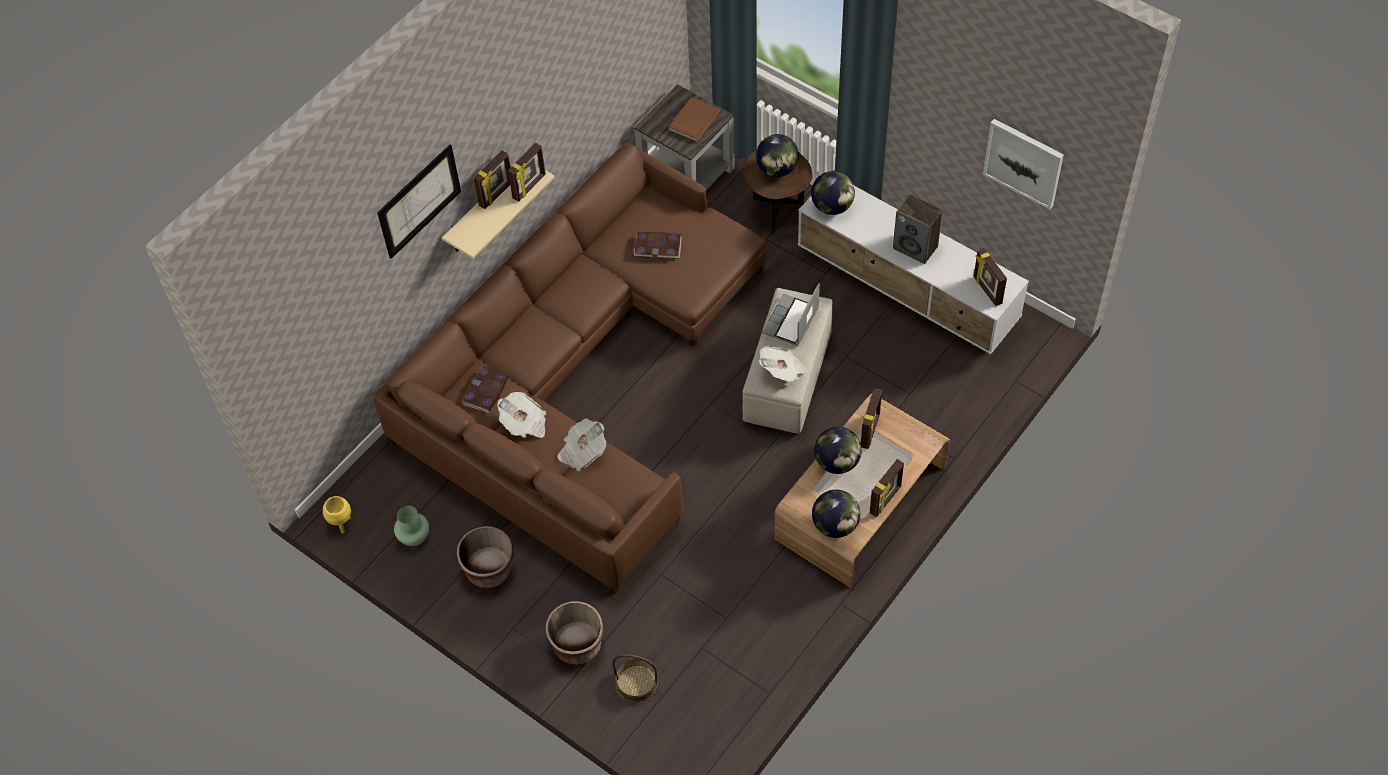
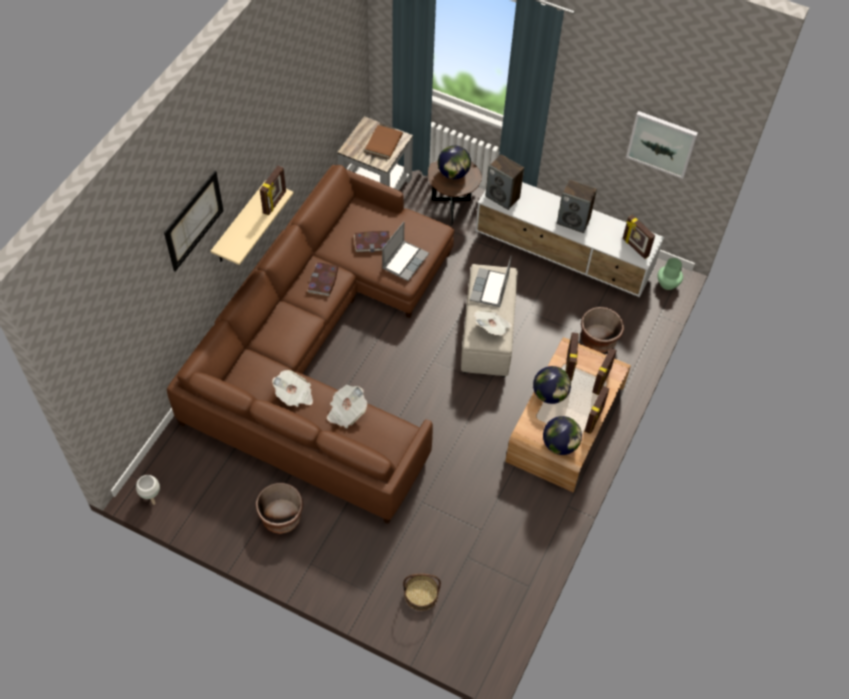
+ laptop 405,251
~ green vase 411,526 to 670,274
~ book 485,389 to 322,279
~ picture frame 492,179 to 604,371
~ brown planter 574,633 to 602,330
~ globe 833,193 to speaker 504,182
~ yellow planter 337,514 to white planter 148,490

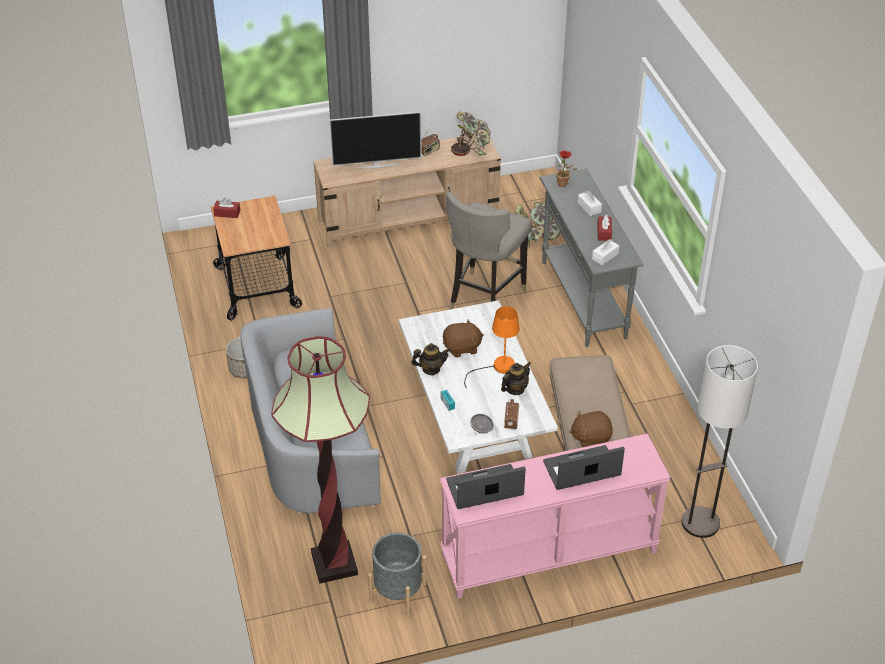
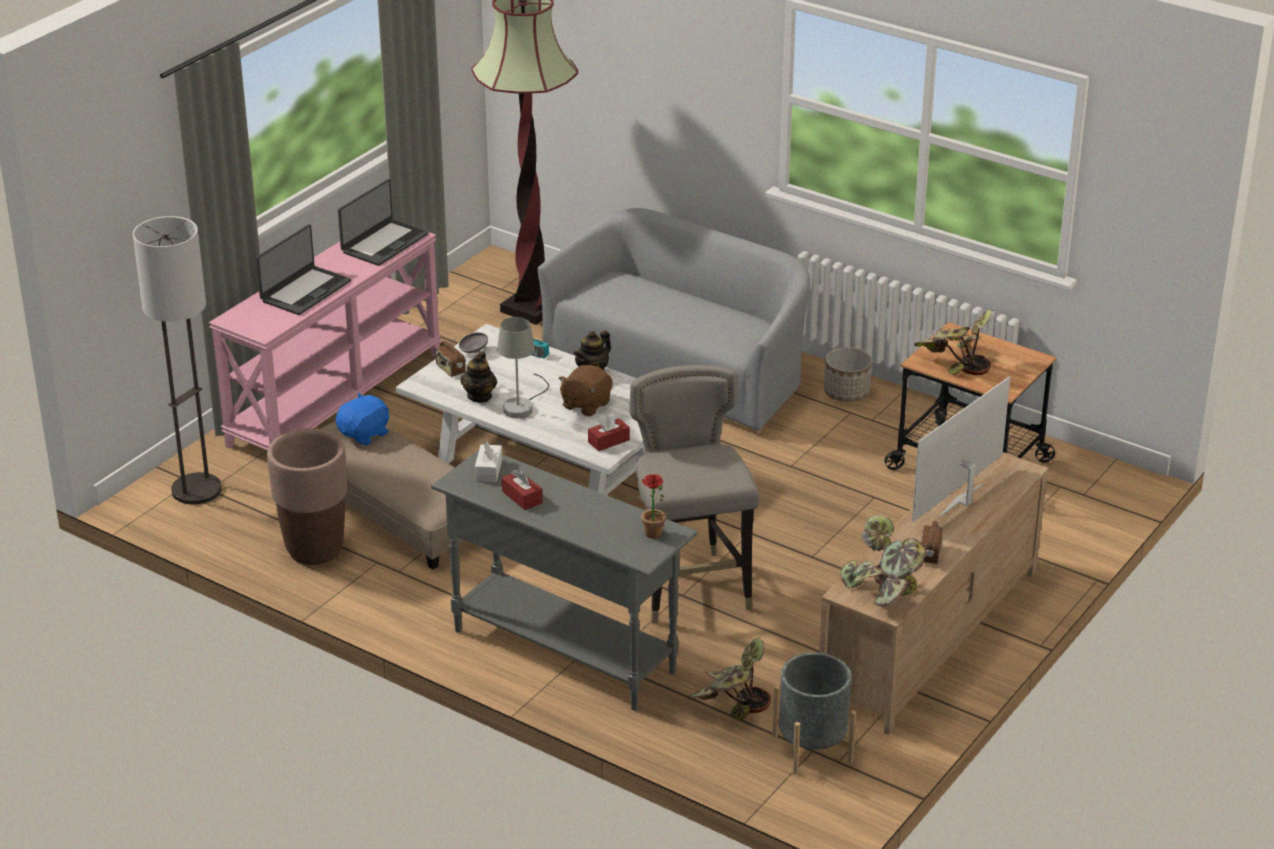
- white tissue box 590,203
+ brown planter 307,497
+ potted plant 953,342
~ red tissue box 226,208 to 609,432
~ grey planter 397,574 to 814,713
~ orange table lamp 492,347 to grey table lamp 523,367
~ brown plush toy 591,429 to blue plush toy 363,419

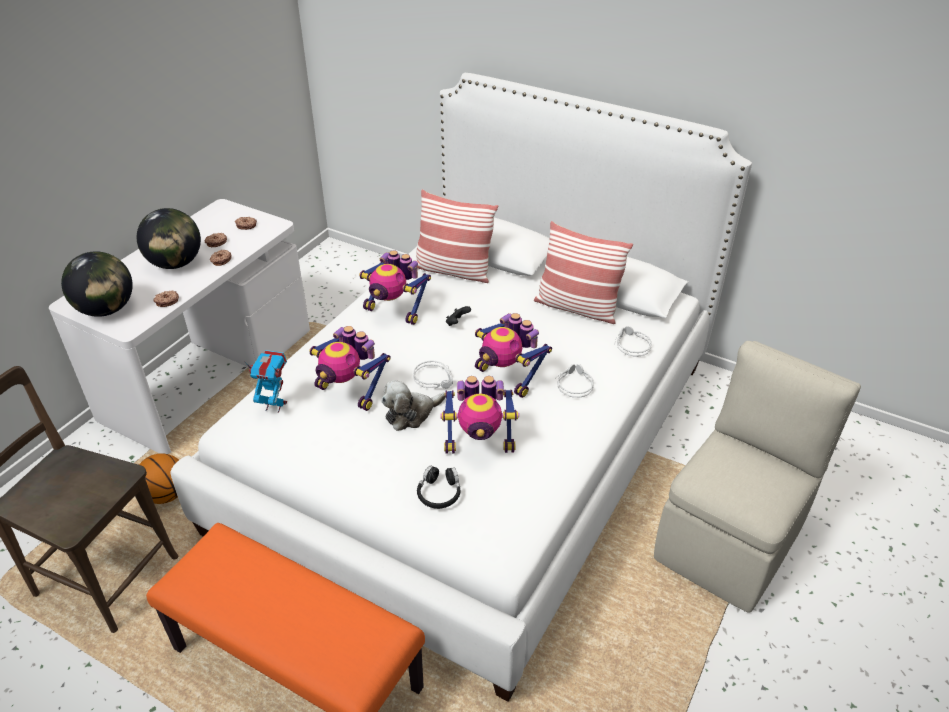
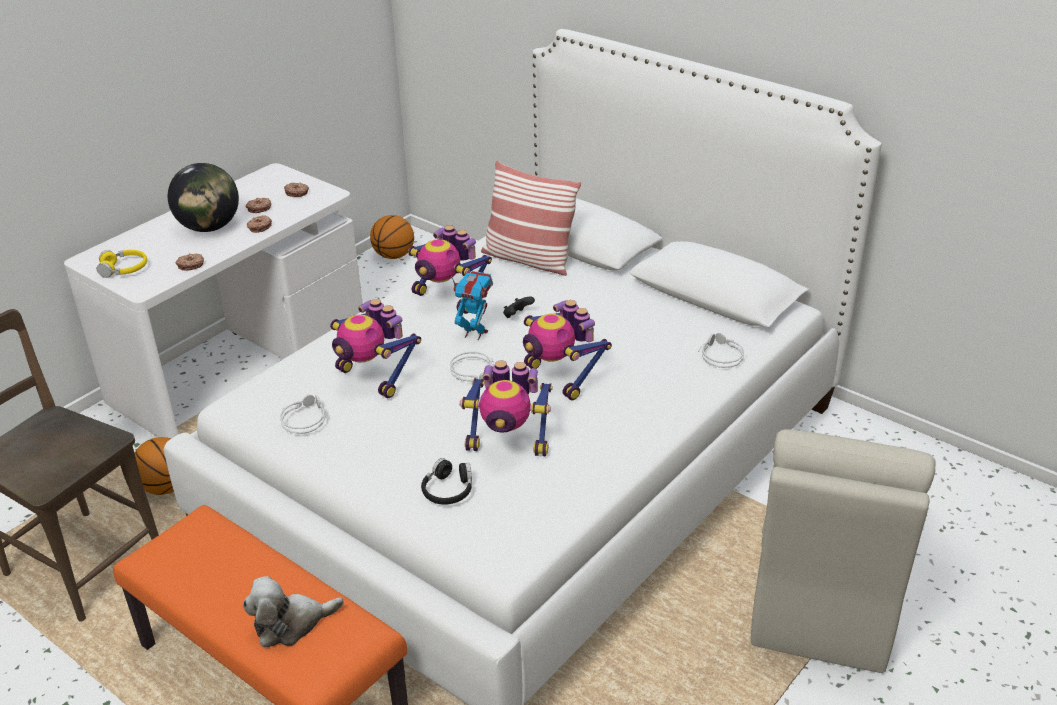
- pillow 583,272
+ basketball 392,237
~ toy robot 266,381 to 472,305
~ plush toy 413,405 to 293,611
~ grey headphones 574,381 to 303,414
~ globe 97,284 to yellow headphones 122,264
~ beige chair 757,477 = 843,551 150 degrees clockwise

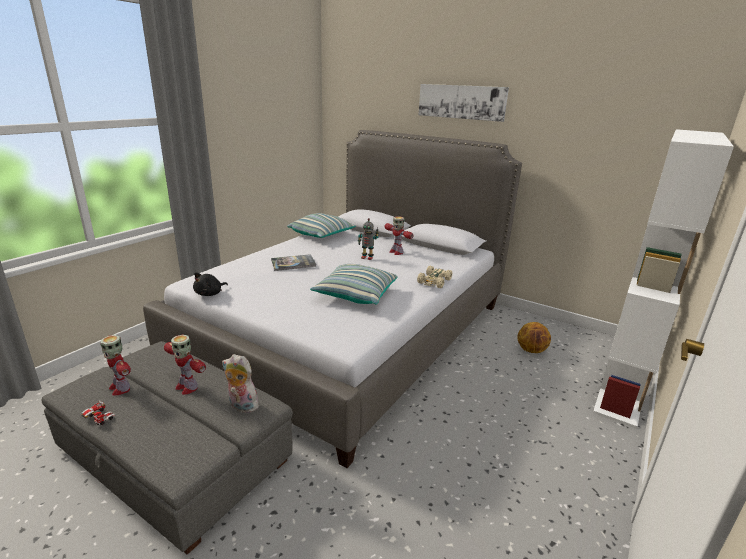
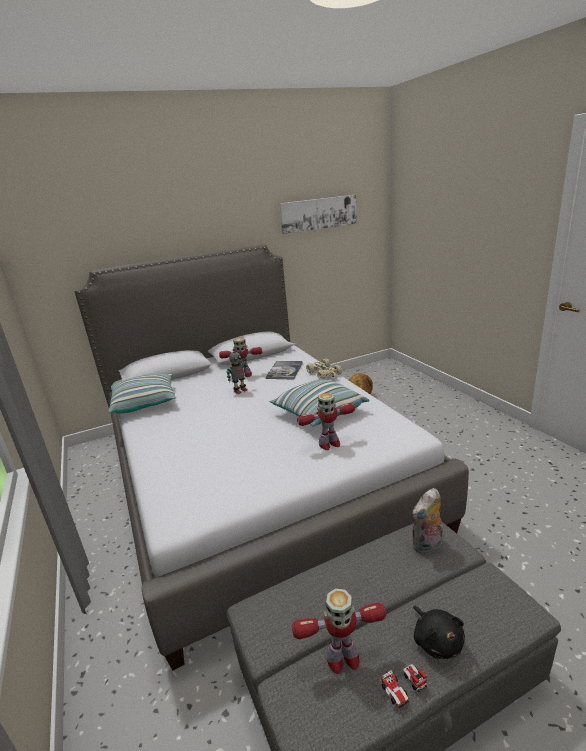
- white bookcase 663,279
~ toy robot 185,365 to 326,421
~ black plush toy 210,284 to 439,632
~ book 293,262 to 284,370
~ picture 463,103 to 318,214

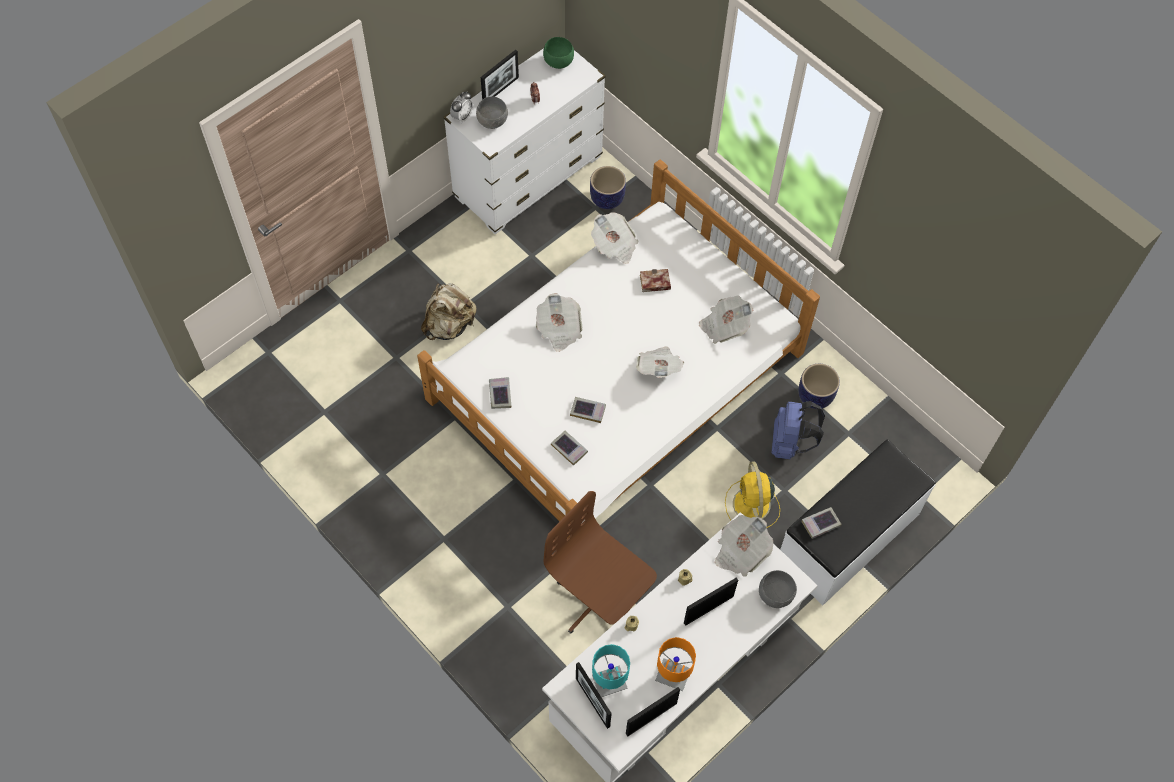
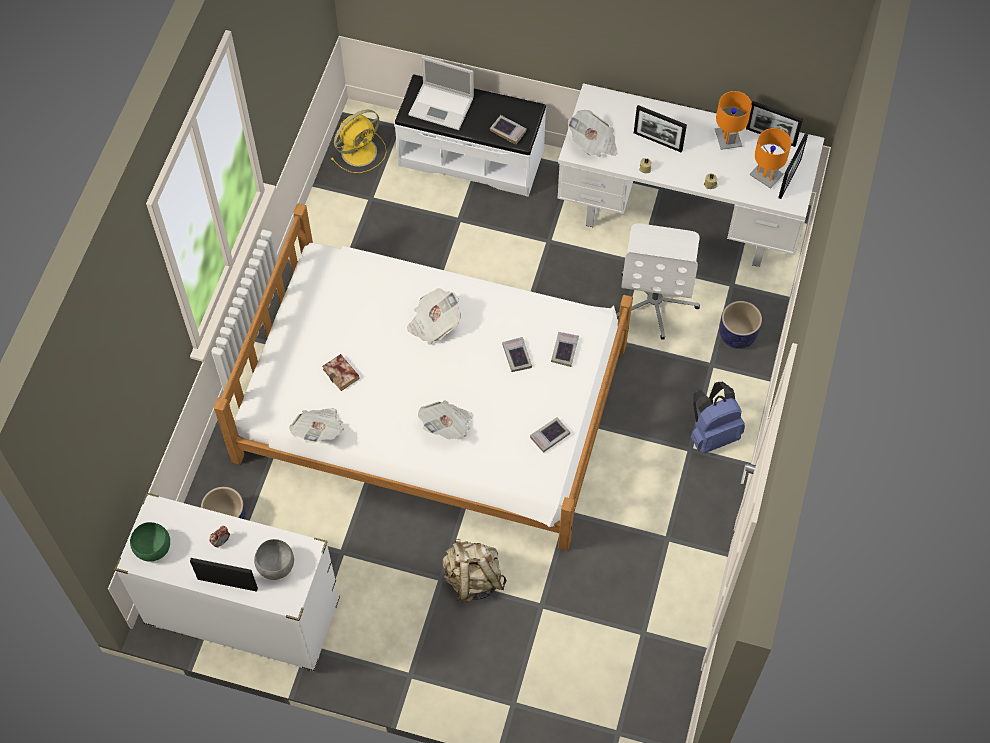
- alarm clock 461,107
- newspaper 726,319
- grey bowl 778,589
+ laptop 441,93
~ yellow fan 752,494 to 359,141
~ blue backpack 798,430 to 718,417
~ planter 819,386 to 740,325
~ brown office chair 600,562 to white office chair 658,281
~ turquoise table lamp 611,670 to orange table lamp 770,158

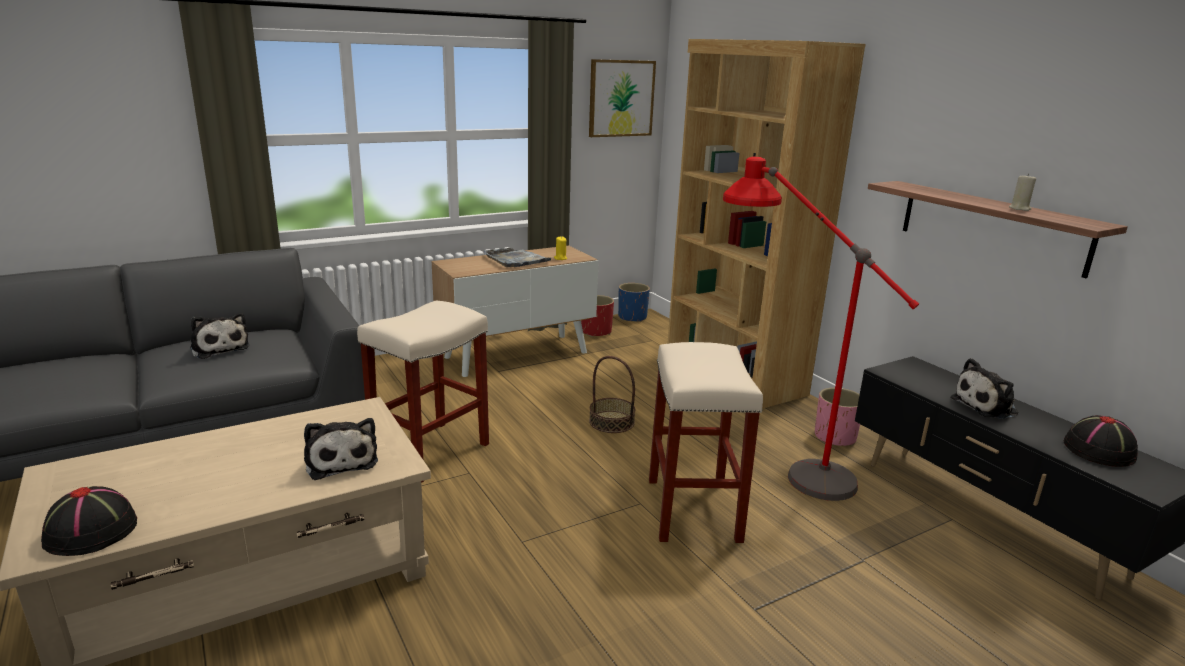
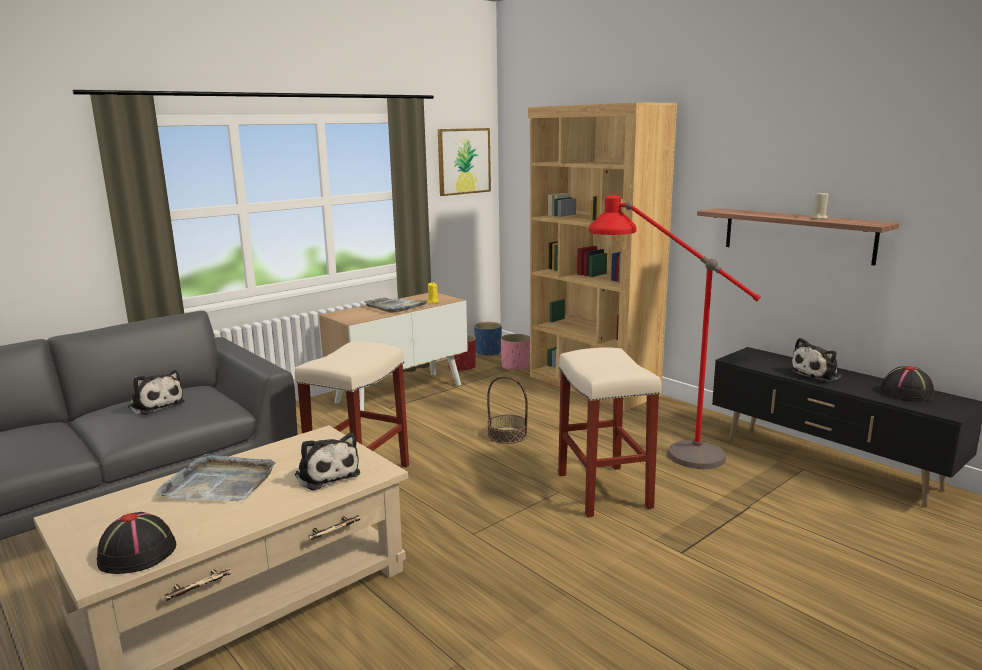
+ grey tray 215,477
~ pink planter 837,417 to 515,352

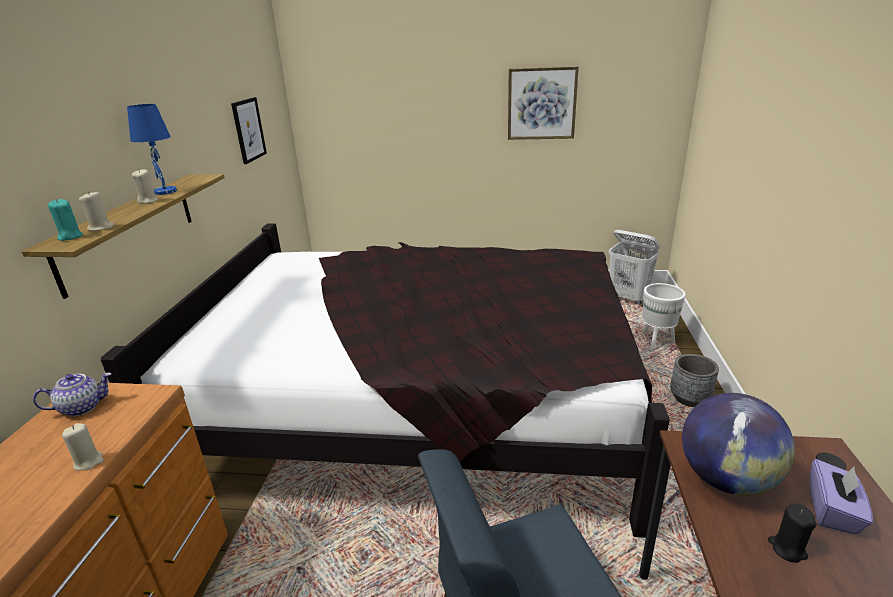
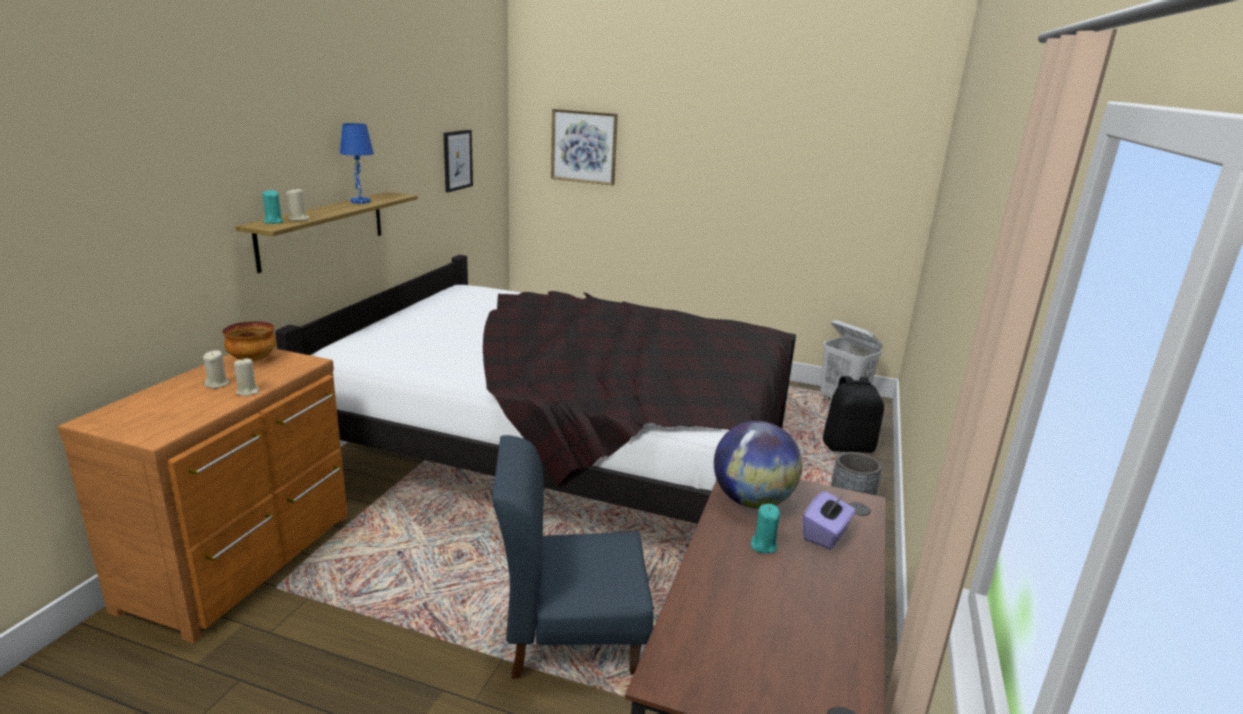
~ beige candle 145,186 to 216,369
~ picture 543,103 to 584,147
~ teapot 72,395 to bowl 249,341
~ white planter 664,316 to black backpack 853,414
~ black candle 792,533 to turquoise candle 765,529

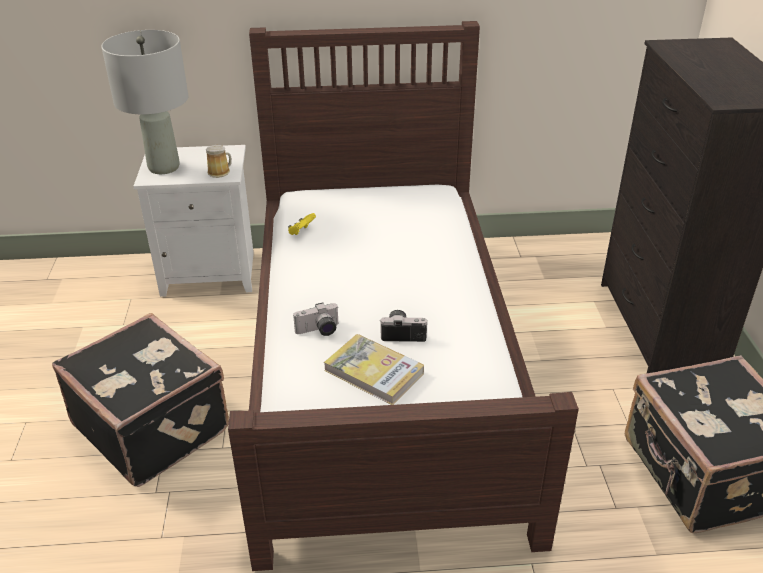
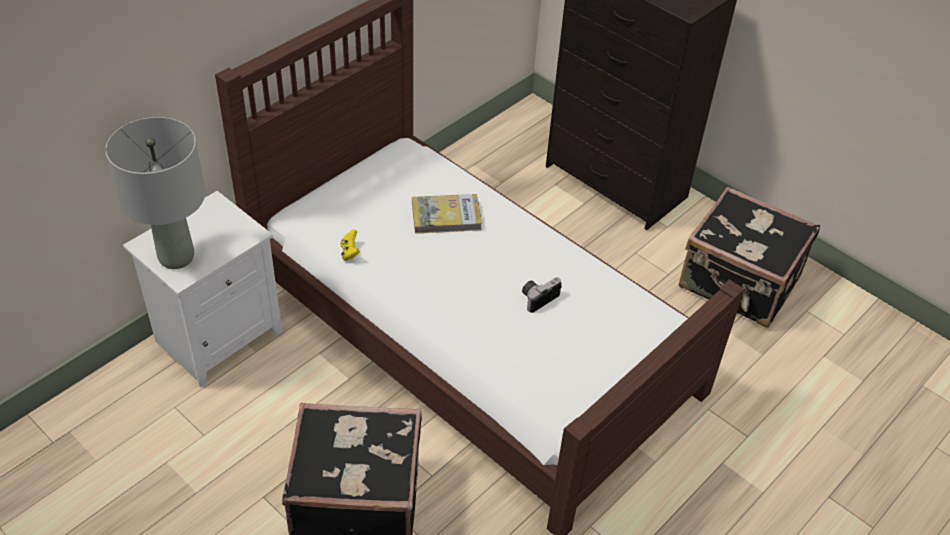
- mug 219,161
- photo camera 315,319
~ book 374,369 to 447,214

